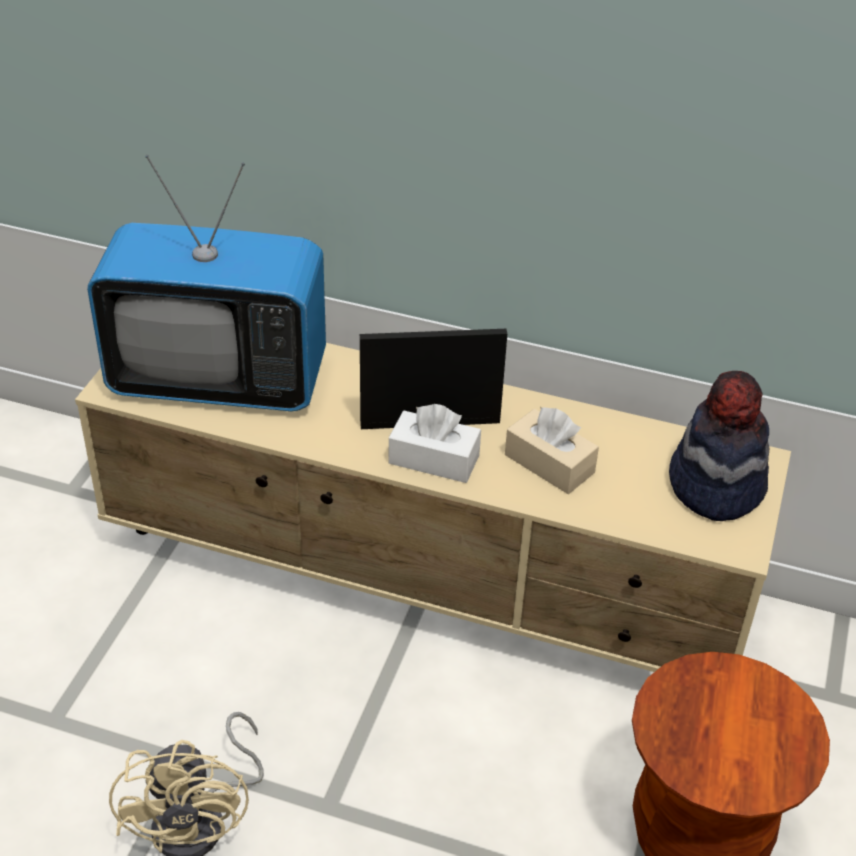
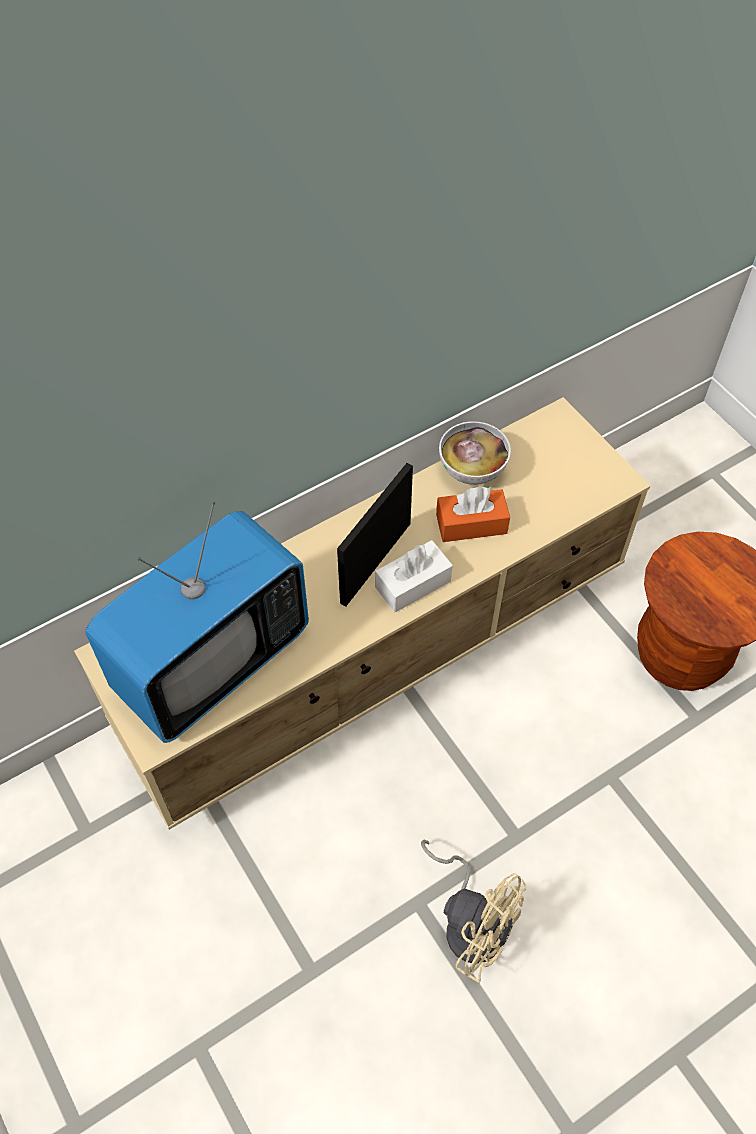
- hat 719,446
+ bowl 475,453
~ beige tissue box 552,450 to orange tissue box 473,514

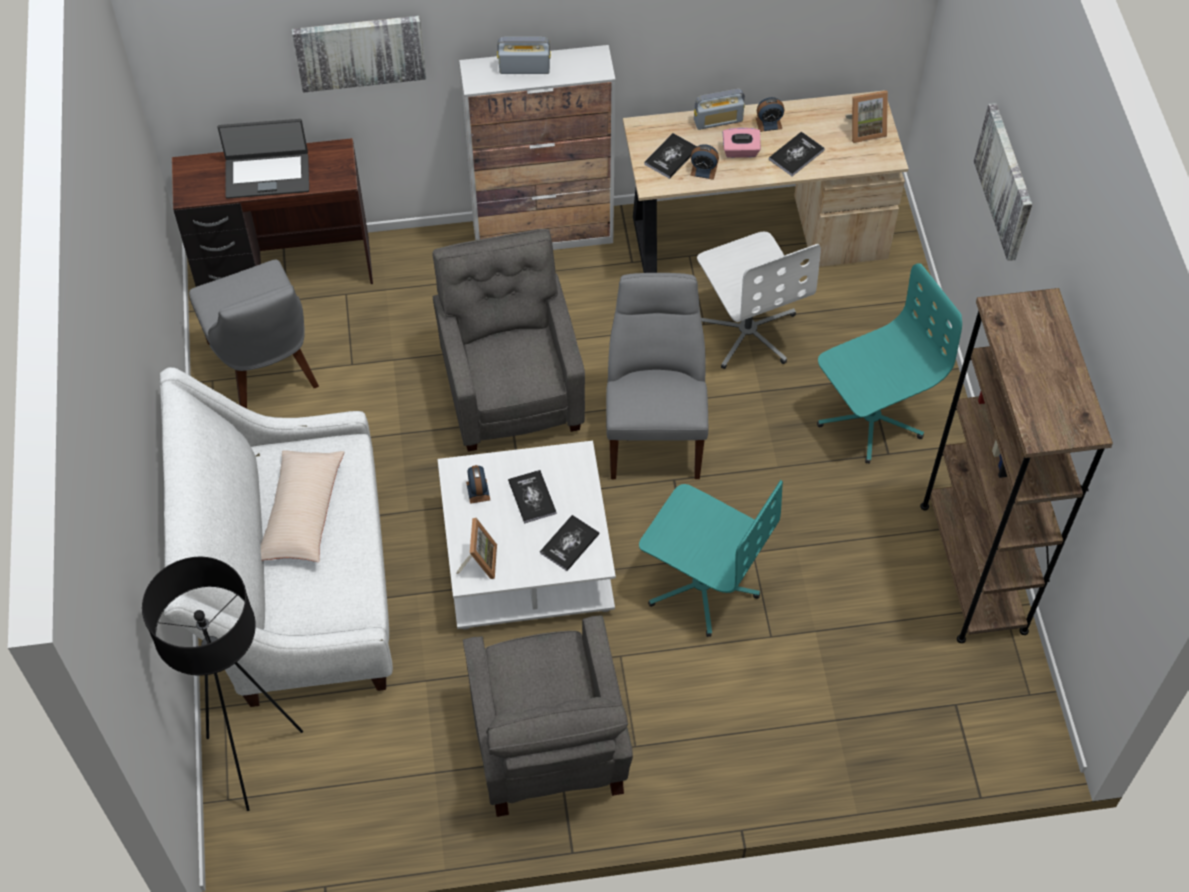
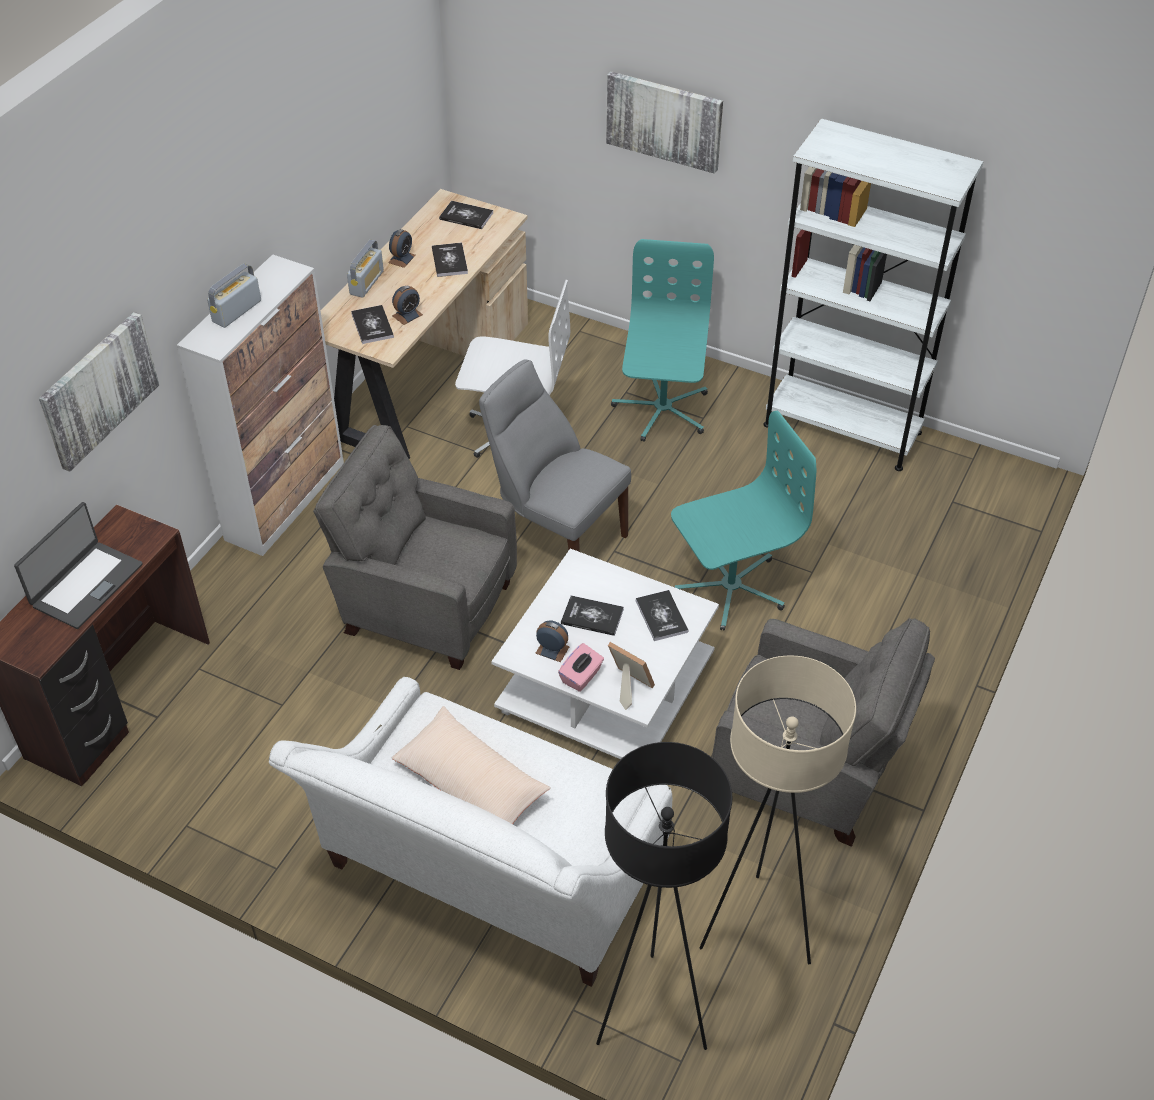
- grey chair 254,334
+ beige floor lamp 777,809
~ pink tissue box 742,143 to 581,667
~ picture frame 867,116 to book 466,215
~ brown bookcase 1016,465 to white bookcase 874,295

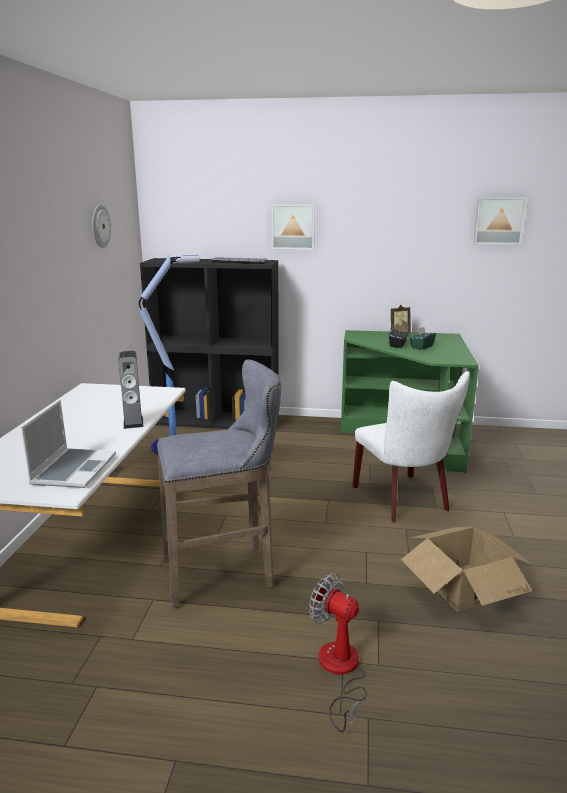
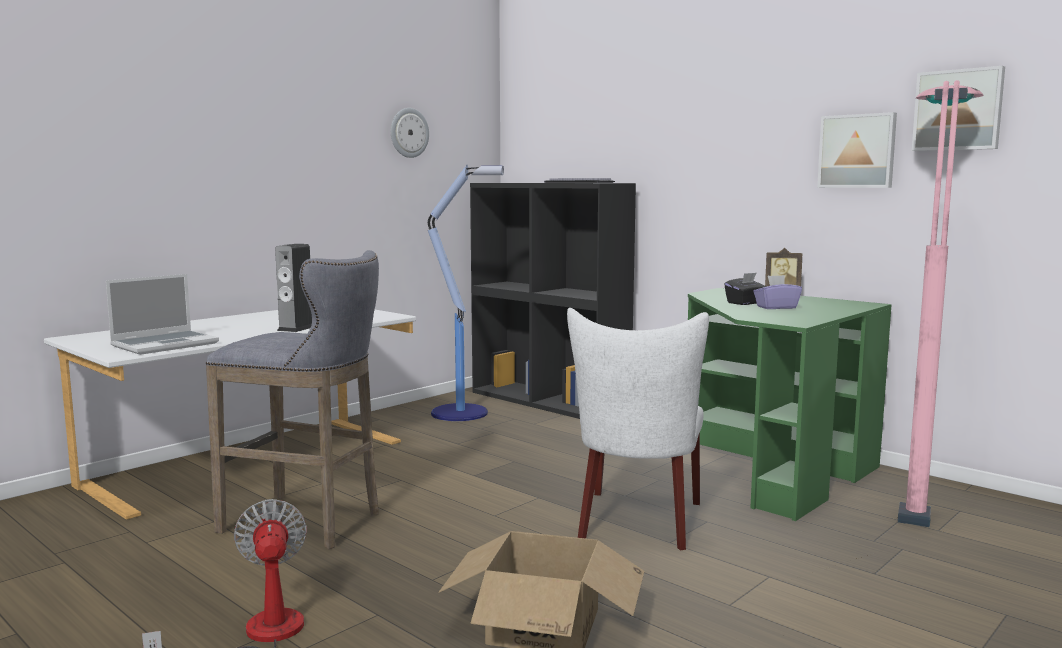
+ pink floor lamp 941,303
~ picture 293,227 to 857,150
~ green tissue box 423,338 to purple tissue box 777,292

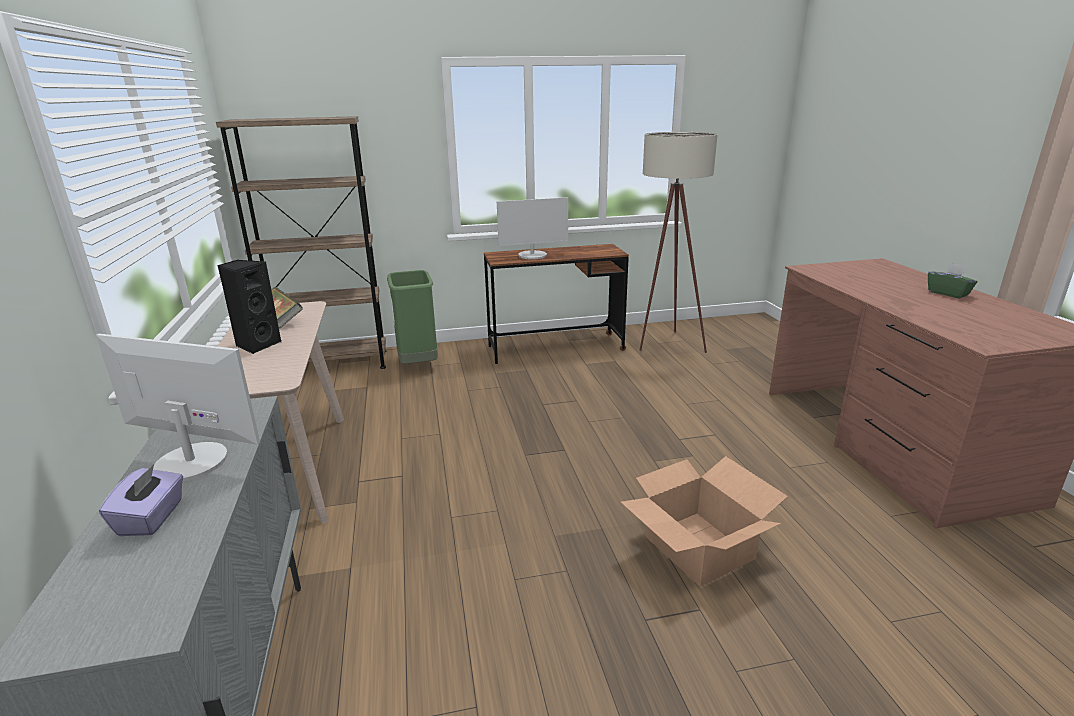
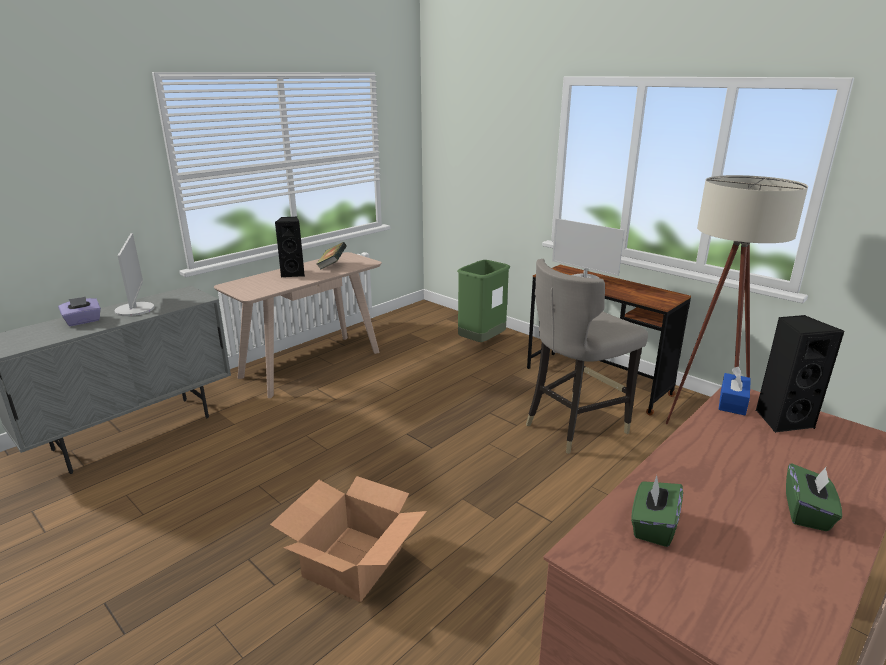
- brown bookcase 301,242
+ grey stool 587,356
+ green tissue box 657,511
+ blue tissue box 735,391
+ black speaker 799,374

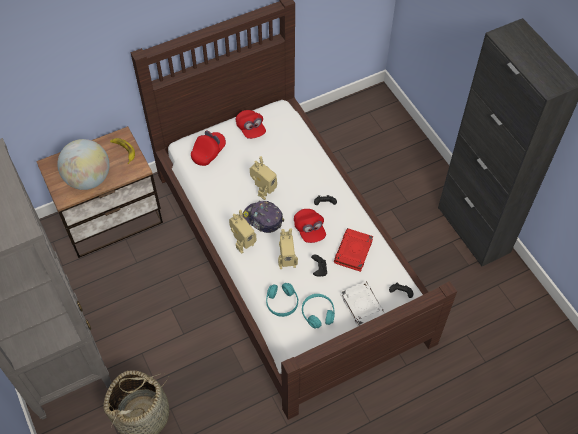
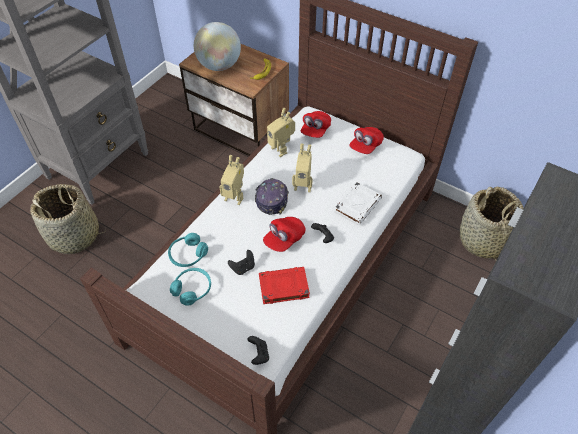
+ basket 492,223
~ toy robot 288,248 to 281,132
~ white book 363,303 to 358,203
~ red cap 208,148 = 316,124 105 degrees clockwise

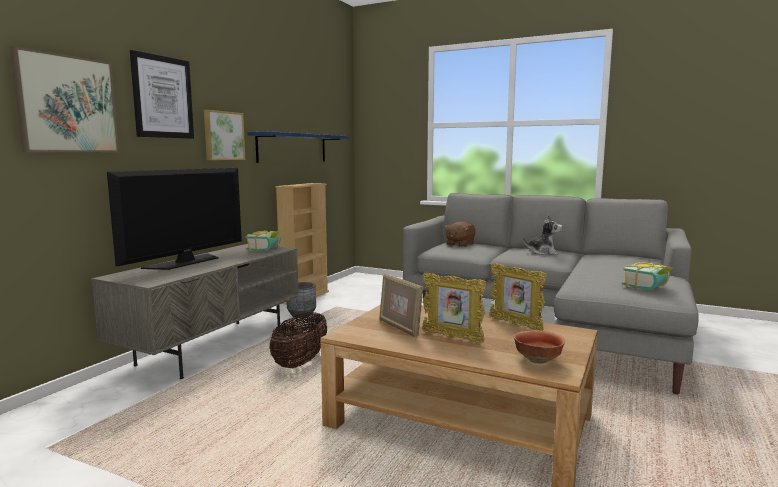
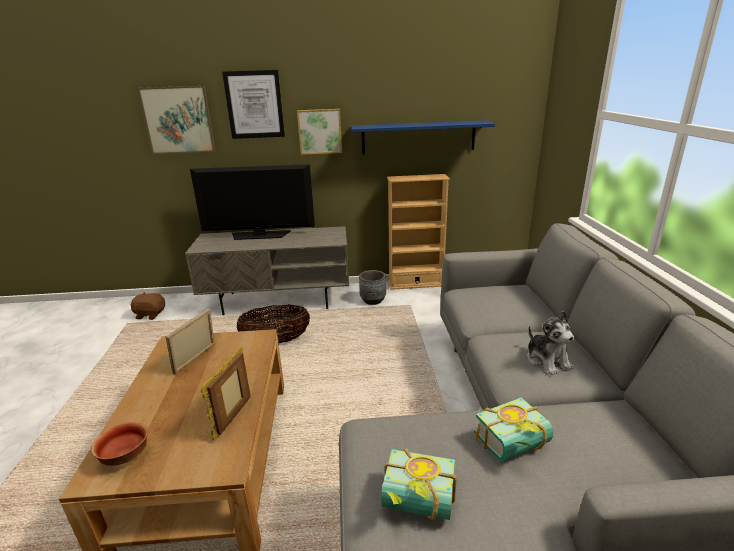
- picture frame 454,308
~ book 263,241 to 514,429
~ brown plush toy 460,234 to 147,306

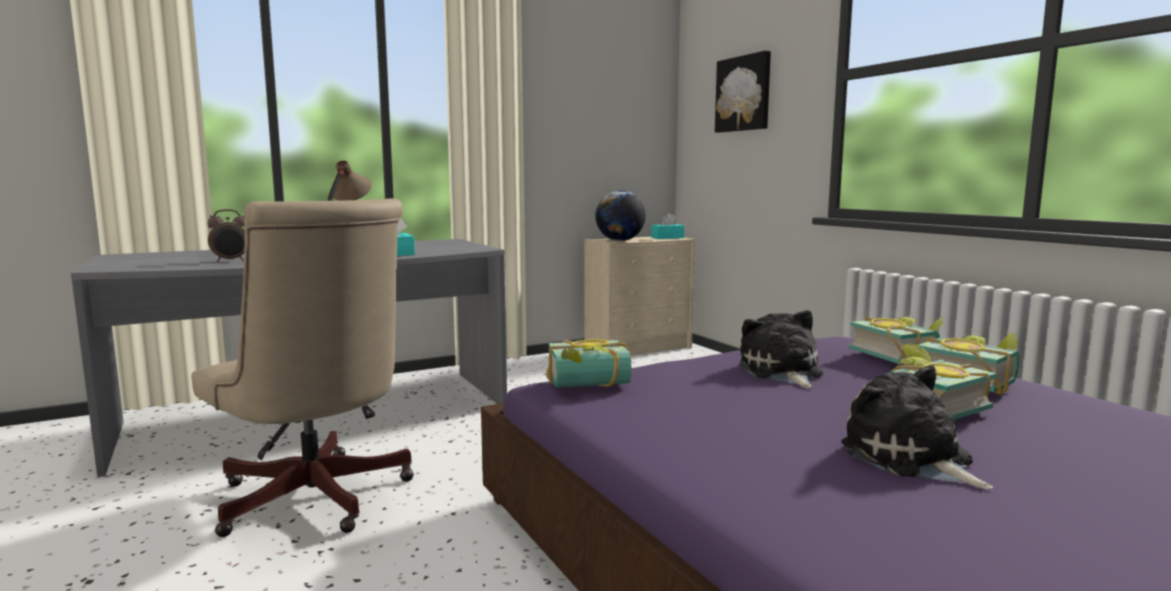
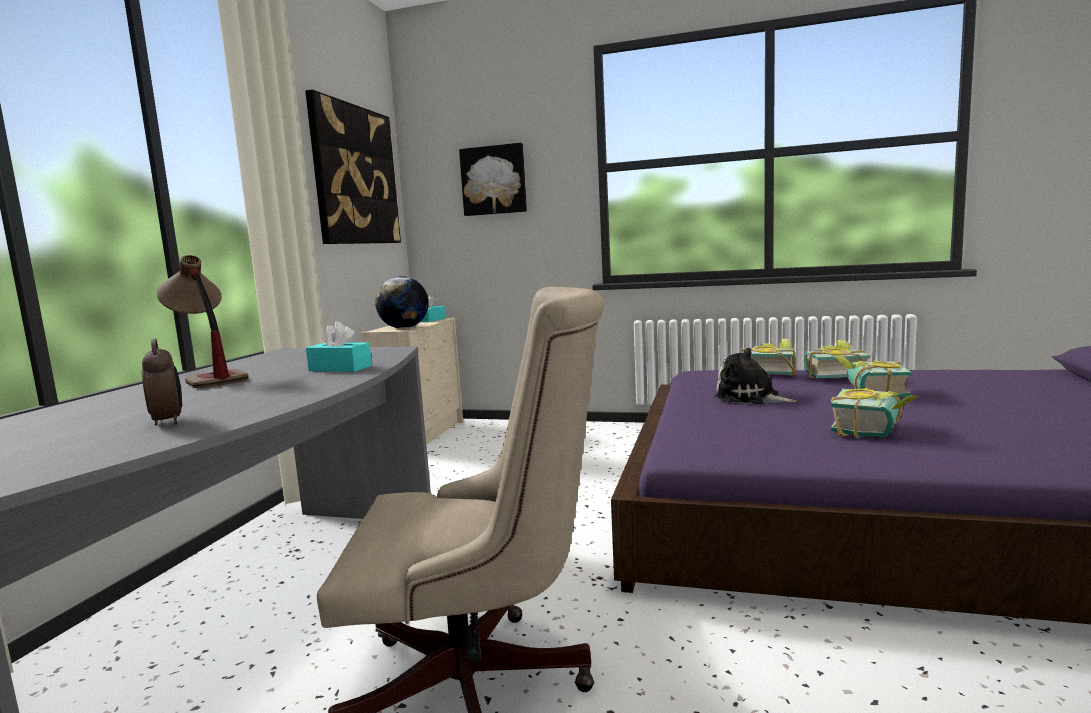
- plush toy 917,427
+ picture 353,167
~ book 589,363 to 875,412
~ alarm clock 226,235 = 162,382 45 degrees counterclockwise

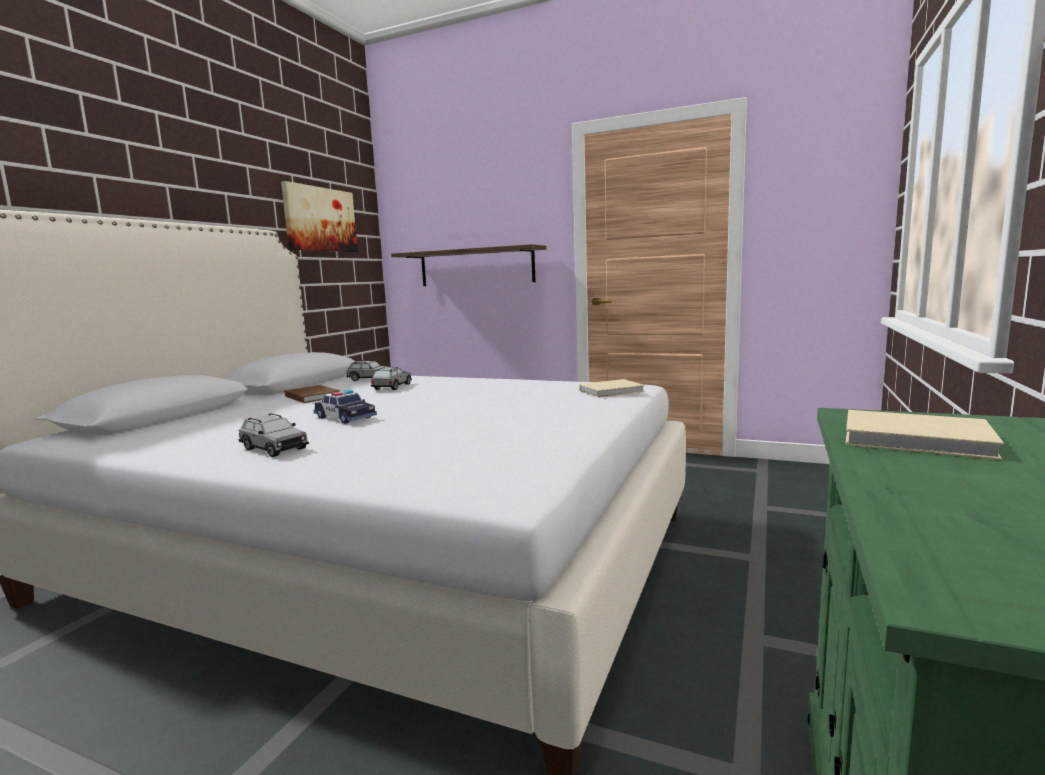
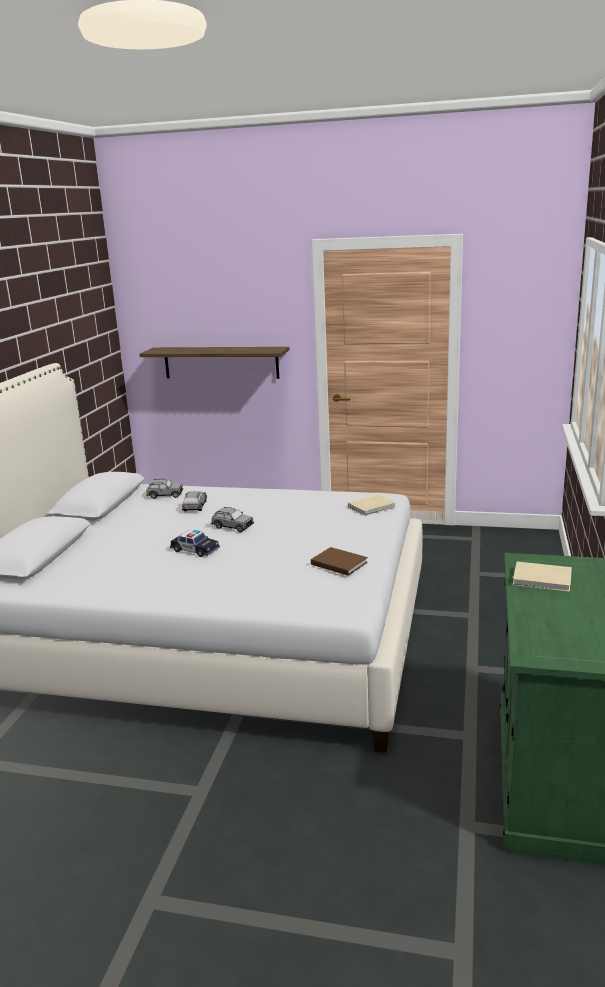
- picture 319,216
~ grey toy car 273,435 to 232,519
~ brown book 312,394 to 339,561

